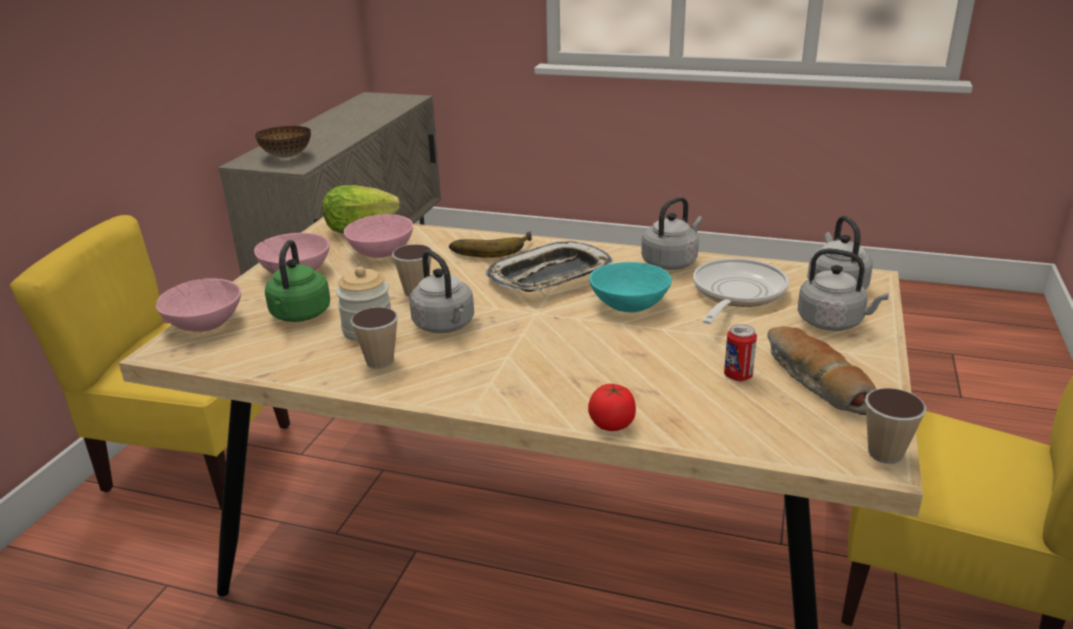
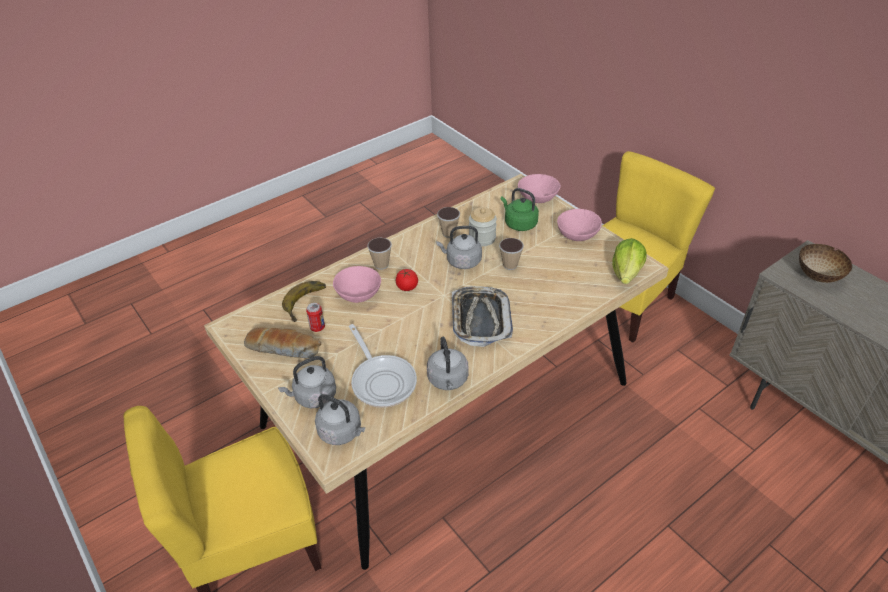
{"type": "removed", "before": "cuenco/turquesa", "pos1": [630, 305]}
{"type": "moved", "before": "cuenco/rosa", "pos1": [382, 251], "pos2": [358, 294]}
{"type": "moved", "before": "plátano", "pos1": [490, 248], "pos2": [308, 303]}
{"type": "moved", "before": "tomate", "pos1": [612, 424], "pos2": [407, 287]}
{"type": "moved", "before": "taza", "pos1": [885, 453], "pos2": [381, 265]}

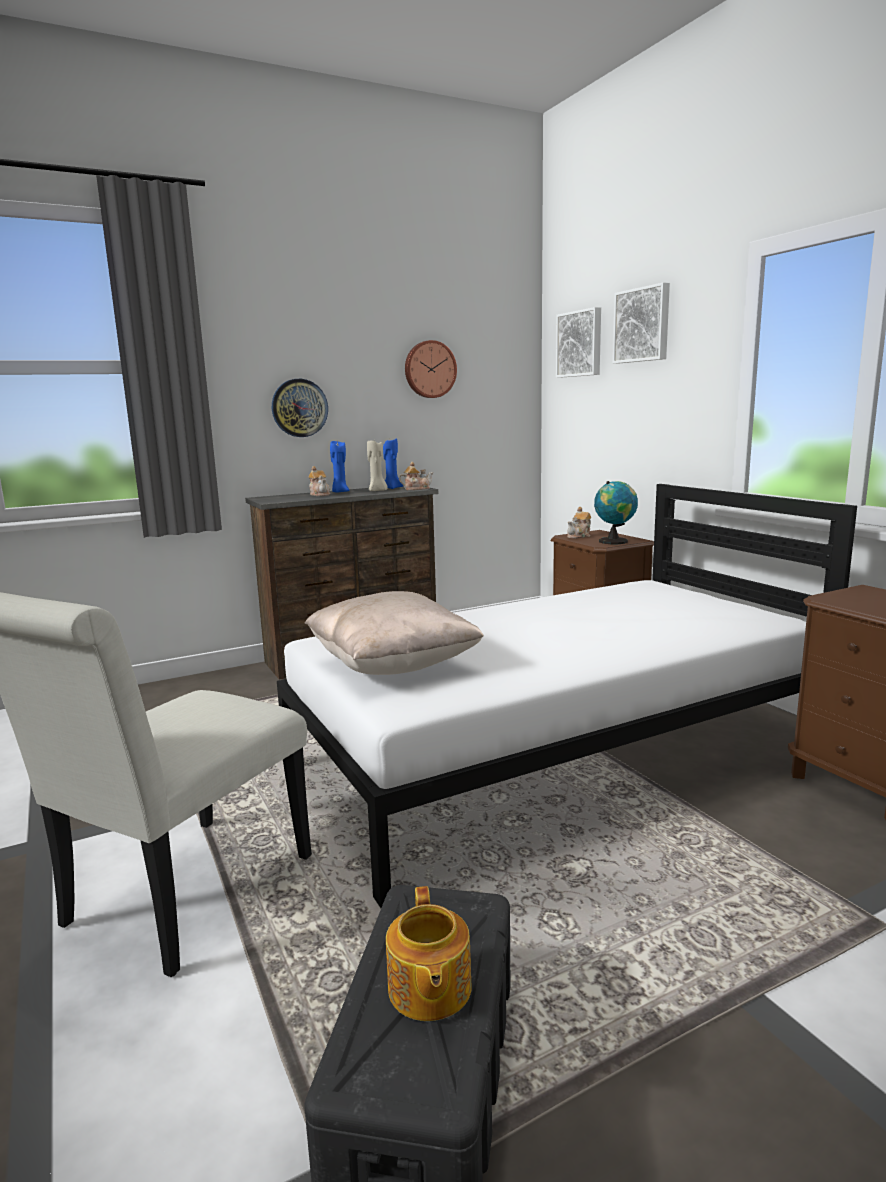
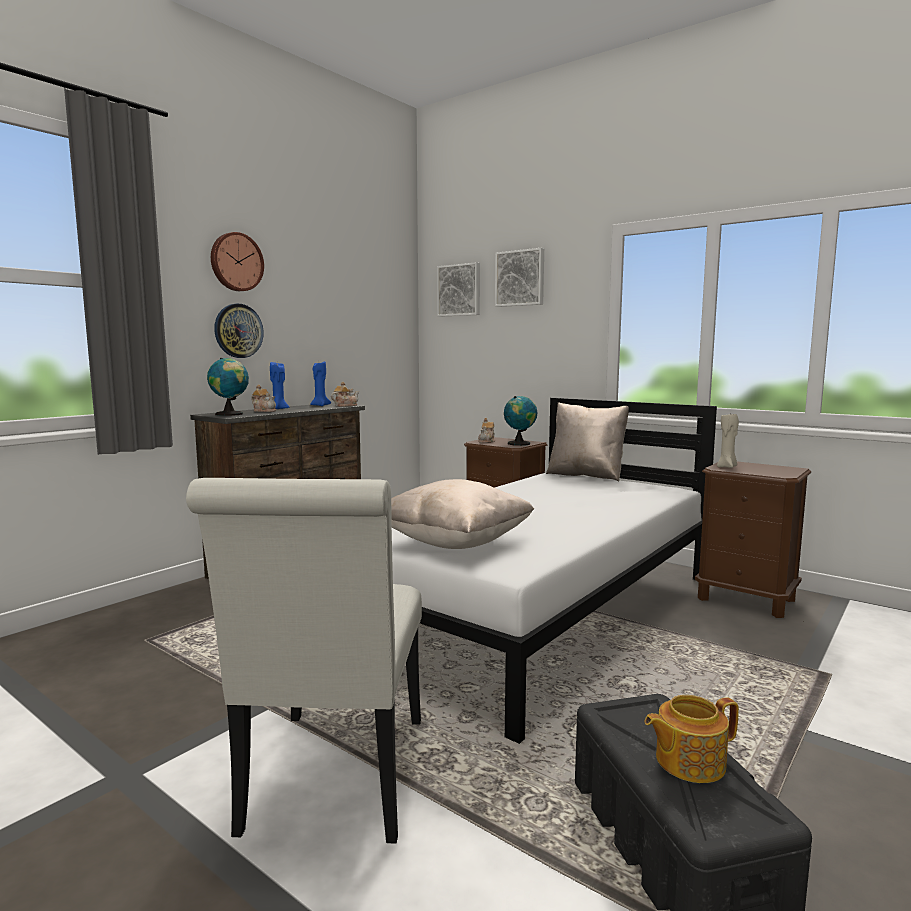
{"type": "added", "after": "globo terráqueo", "pos2": [230, 414]}
{"type": "added", "after": "cojín/beis", "pos2": [586, 475]}
{"type": "moved", "before": "vela/beis", "pos1": [377, 491], "pos2": [727, 467]}
{"type": "moved", "before": "reloj de pared", "pos1": [429, 369], "pos2": [236, 262]}
{"type": "turned", "before": "tetera", "pos1": [428, 989], "pos2": [688, 761], "turn": 105}

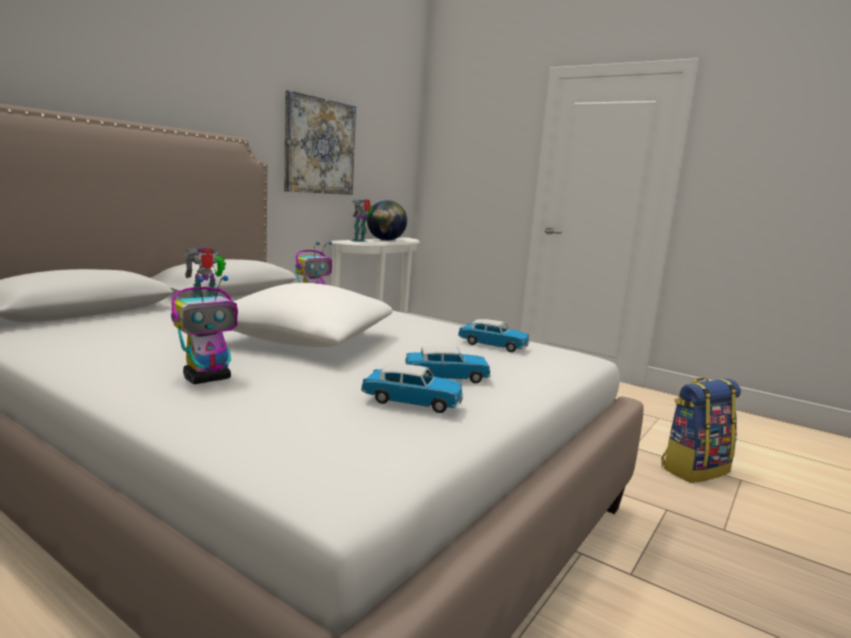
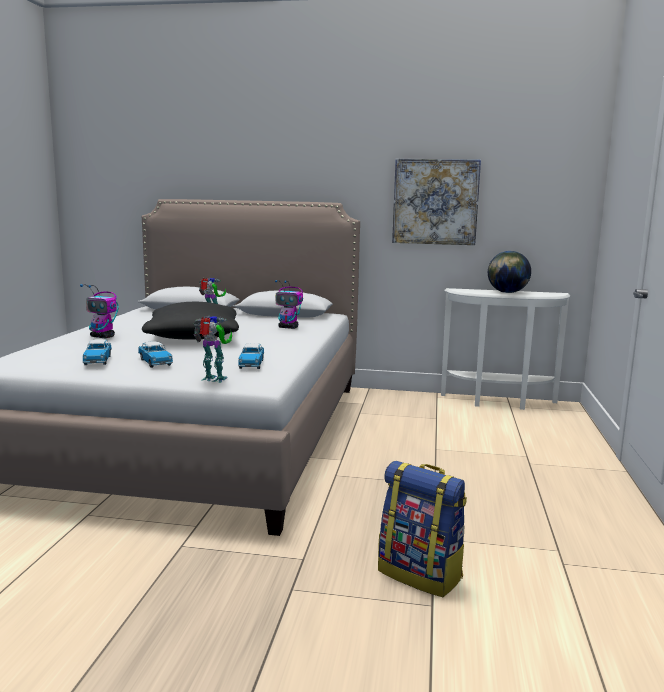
{"type": "moved", "before": "robot de juguete", "pos1": [360, 241], "pos2": [214, 380]}
{"type": "recoloured", "before": "cojín/blanco", "after": "cojín/negro", "pos1": [304, 340], "pos2": [193, 337]}

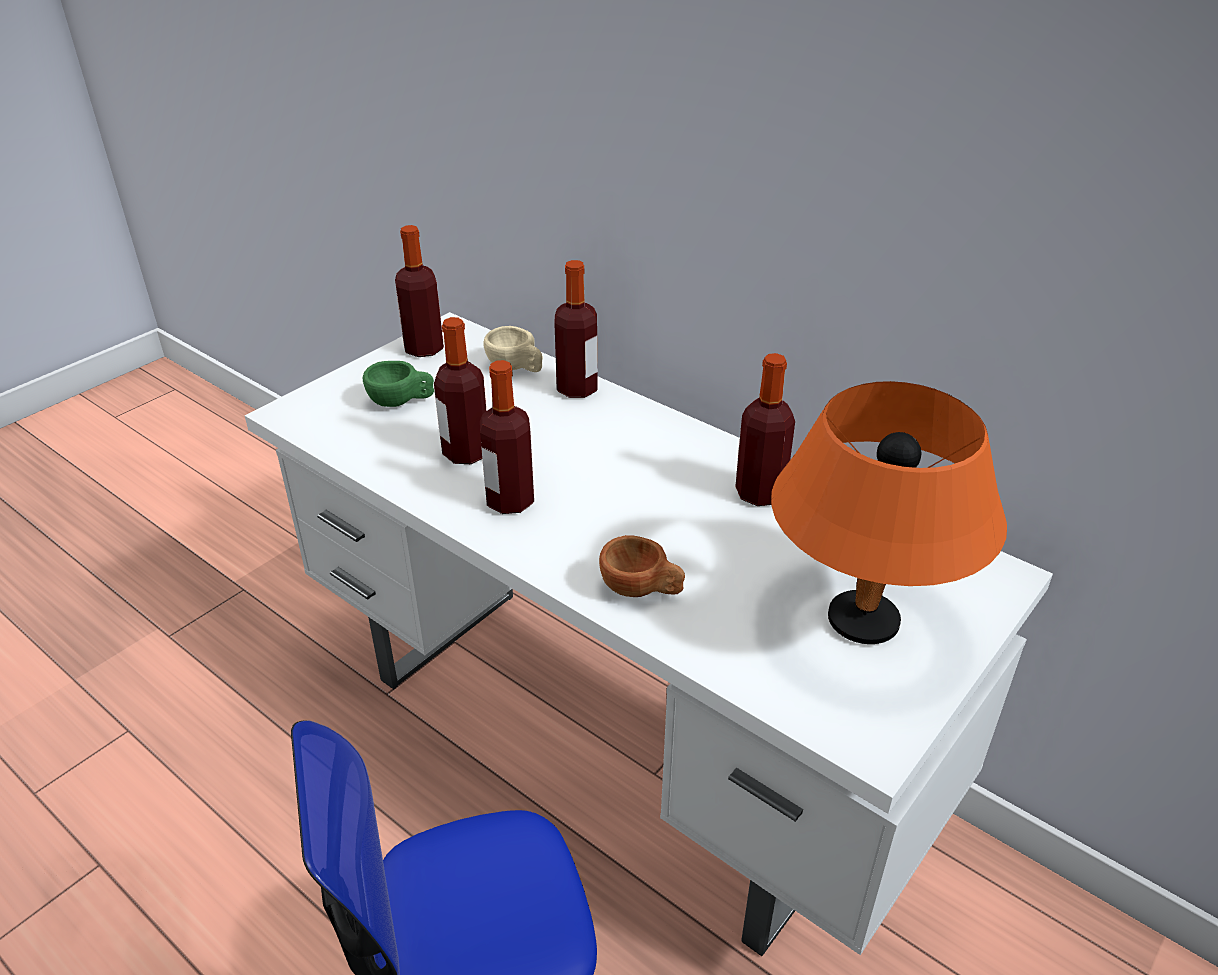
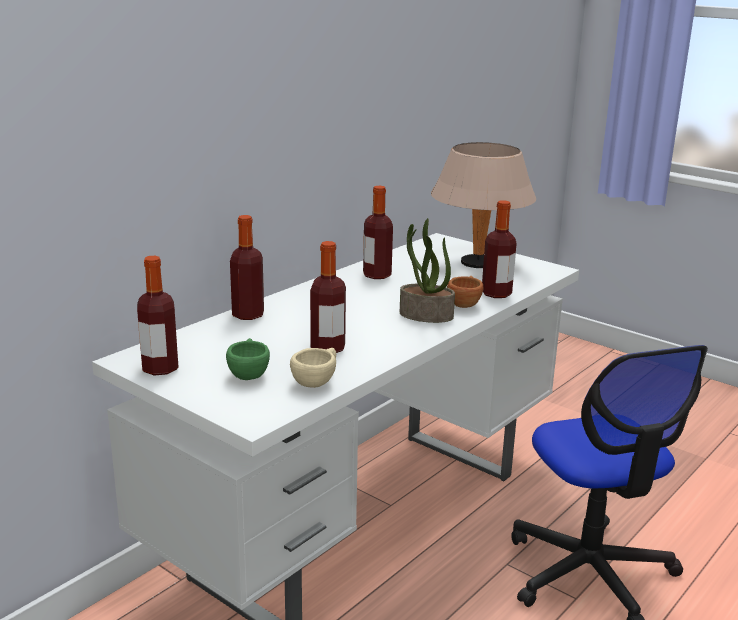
{"type": "added", "after": "planta en maceta", "pos2": [425, 315]}
{"type": "moved", "before": "botella", "pos1": [510, 501], "pos2": [496, 294]}
{"type": "moved", "before": "taza/beis", "pos1": [516, 368], "pos2": [317, 381]}
{"type": "recoloured", "before": "lámpara de mesa/naranja", "after": "lámpara de mesa/beis", "pos1": [864, 622], "pos2": [478, 264]}

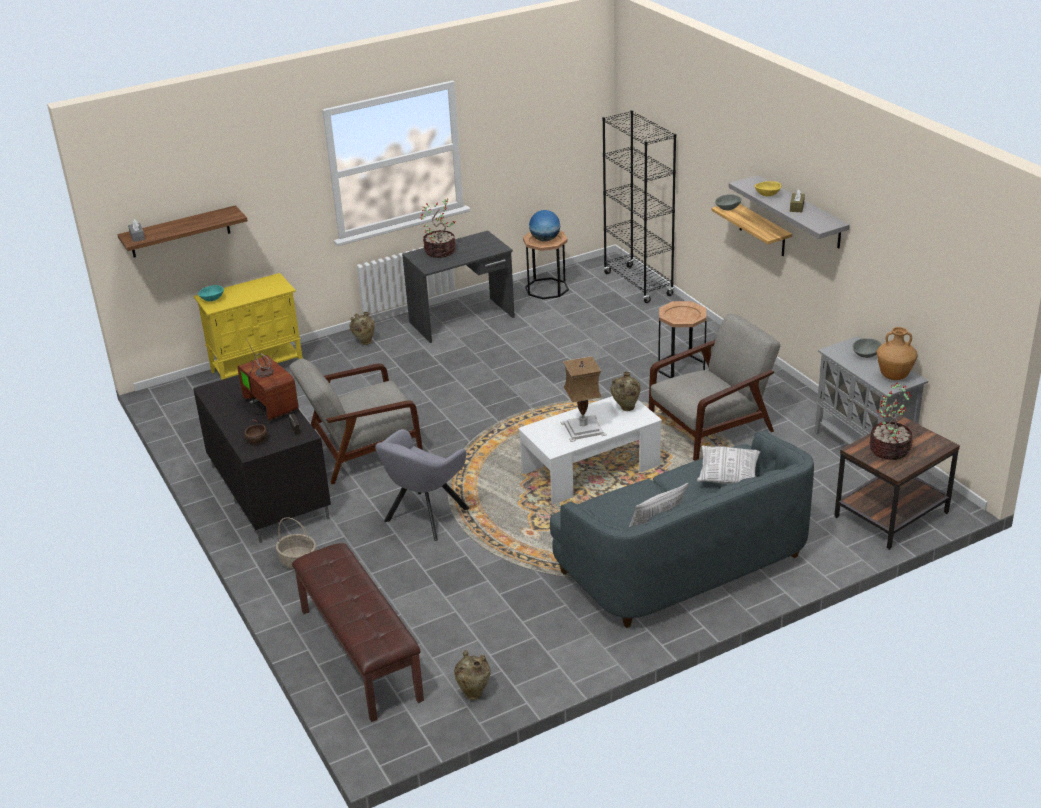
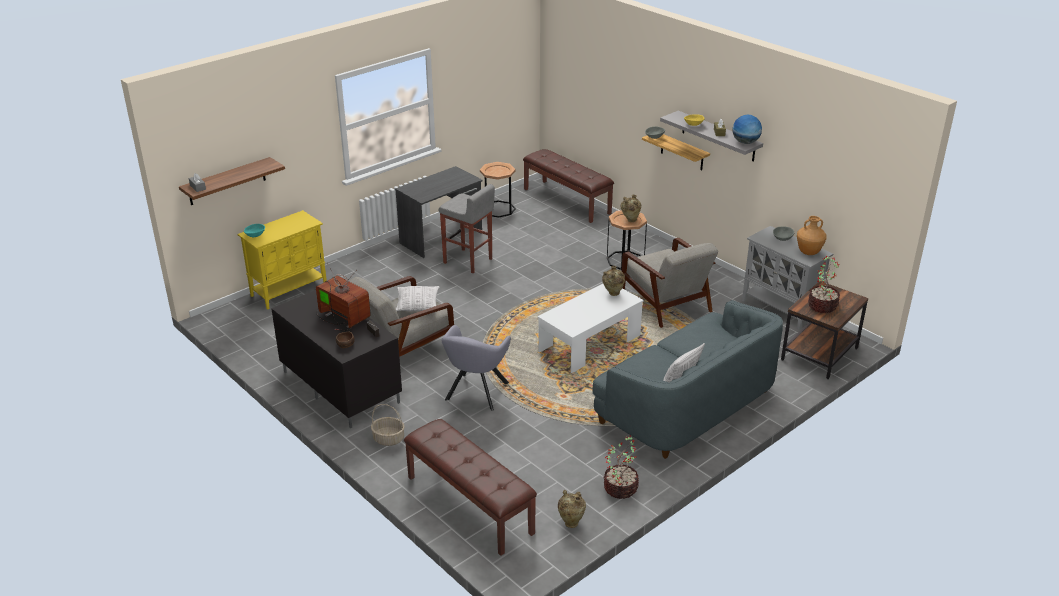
{"type": "removed", "before": "lámpara de mesa", "pos1": [584, 429]}
{"type": "added", "after": "taburete/gris", "pos2": [468, 261]}
{"type": "moved", "before": "florero/beis", "pos1": [364, 342], "pos2": [630, 220]}
{"type": "moved", "before": "planta en maceta", "pos1": [441, 251], "pos2": [621, 488]}
{"type": "moved", "before": "globo terráqueo", "pos1": [545, 240], "pos2": [745, 142]}
{"type": "moved", "before": "cojín", "pos1": [728, 474], "pos2": [417, 305]}
{"type": "replaced", "before": "estantería/negro", "after": "banco/marrón", "pos1": [638, 284], "pos2": [567, 201]}
{"type": "turned", "before": "sillón/gris", "pos1": [712, 427], "pos2": [666, 303], "turn": 105}

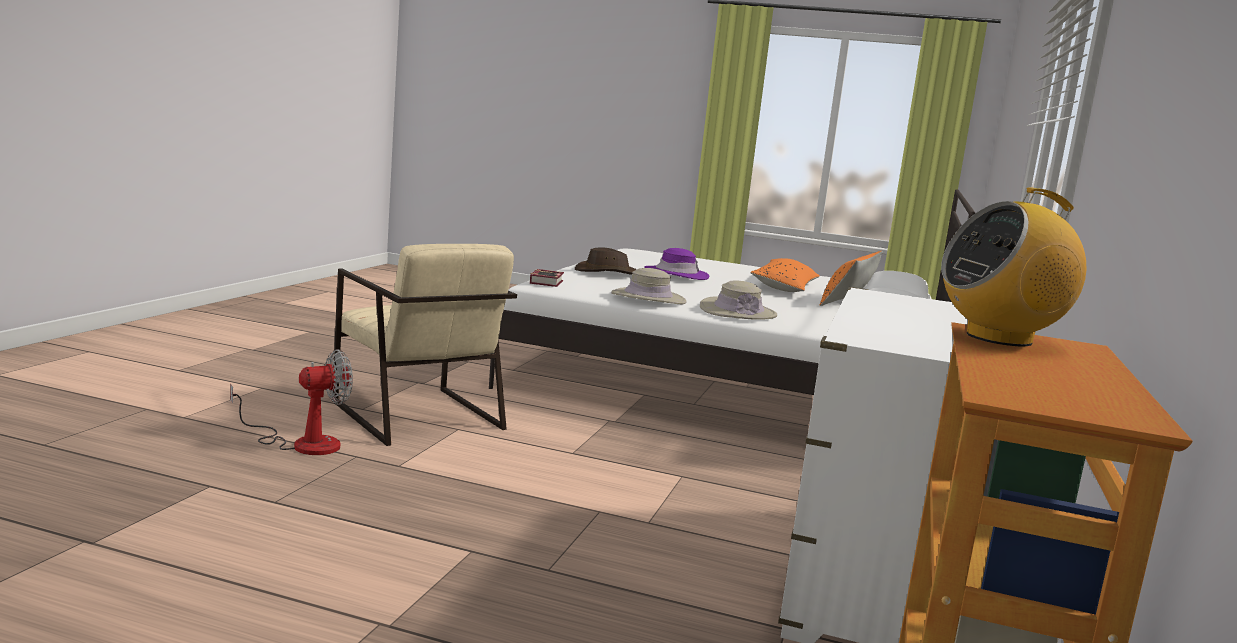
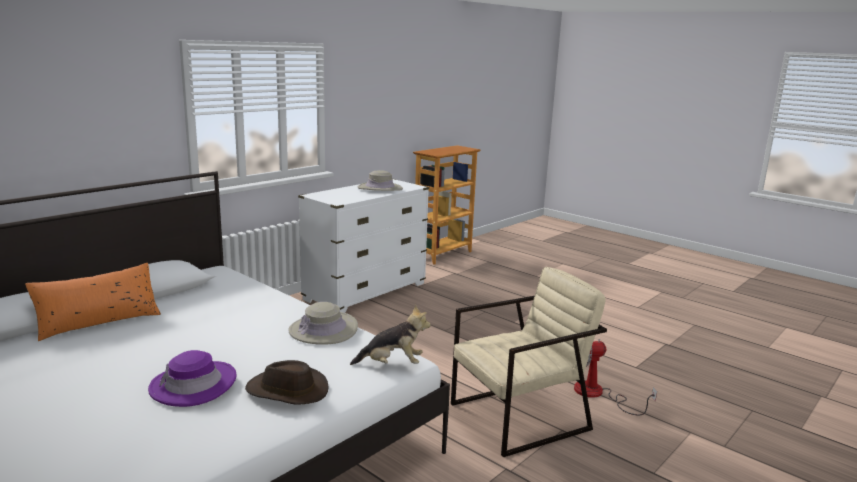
{"type": "removed", "before": "cojín/naranja", "pos1": [784, 287]}
{"type": "removed", "before": "radio", "pos1": [1000, 338]}
{"type": "moved", "before": "sombrero/beis", "pos1": [738, 311], "pos2": [380, 188]}
{"type": "replaced", "before": "libro", "after": "peluche", "pos1": [547, 282], "pos2": [392, 364]}
{"type": "turned", "before": "sillón/beis", "pos1": [417, 415], "pos2": [520, 416], "turn": 75}

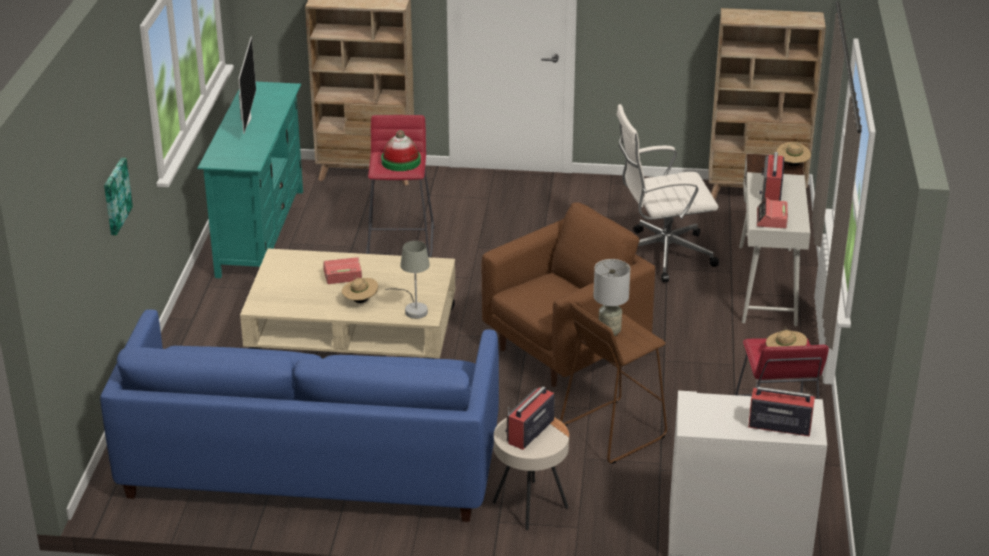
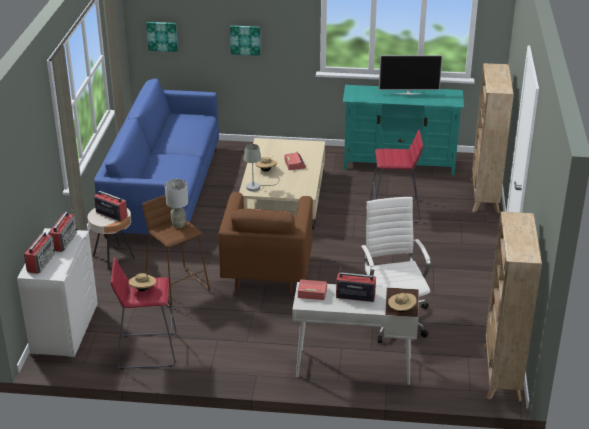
{"type": "removed", "before": "sombrero", "pos1": [401, 161]}
{"type": "added", "after": "radio", "pos2": [64, 241]}
{"type": "added", "after": "cuadro", "pos2": [162, 36]}
{"type": "turned", "before": "sillón/marrón", "pos1": [564, 350], "pos2": [267, 272], "turn": 45}

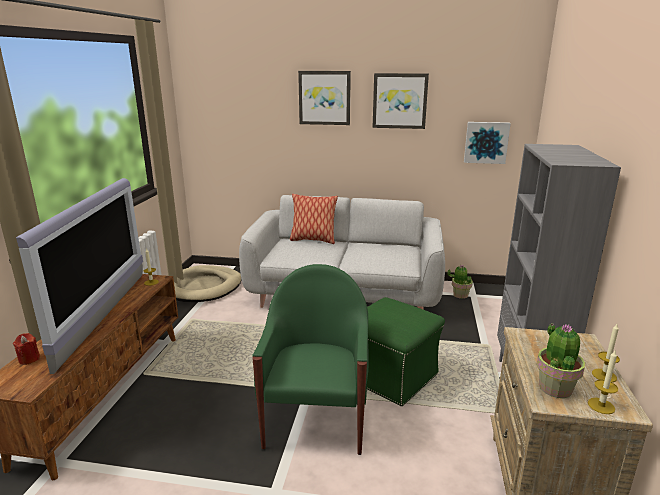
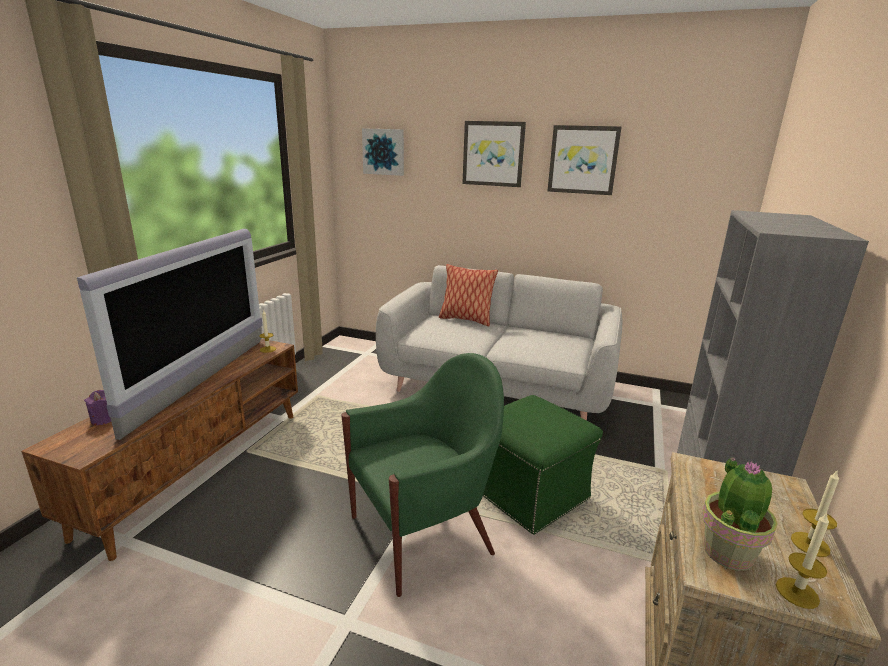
{"type": "removed", "before": "cama para perro/beis", "pos1": [203, 287]}
{"type": "removed", "before": "planta en maceta", "pos1": [460, 295]}
{"type": "moved", "before": "cuadro", "pos1": [486, 142], "pos2": [384, 152]}
{"type": "recoloured", "before": "vela/rojo", "after": "vela/morado", "pos1": [29, 359], "pos2": [103, 420]}
{"type": "turned", "before": "sillón/verde", "pos1": [316, 419], "pos2": [424, 534], "turn": 45}

